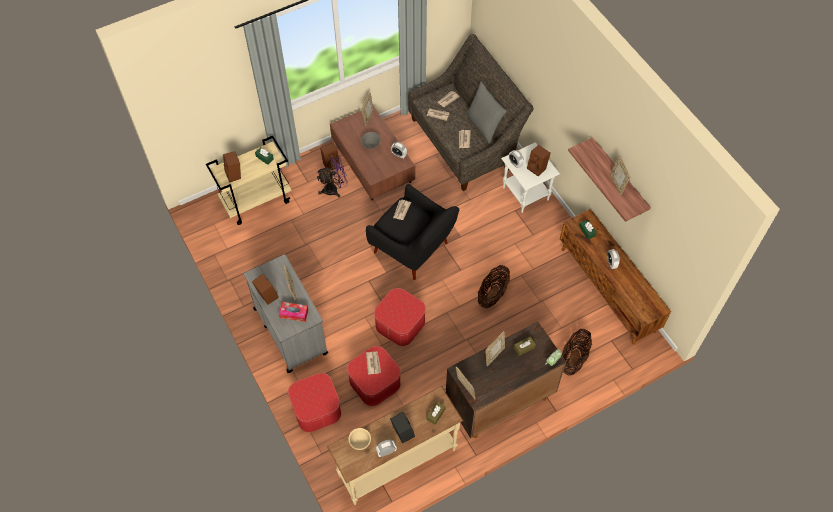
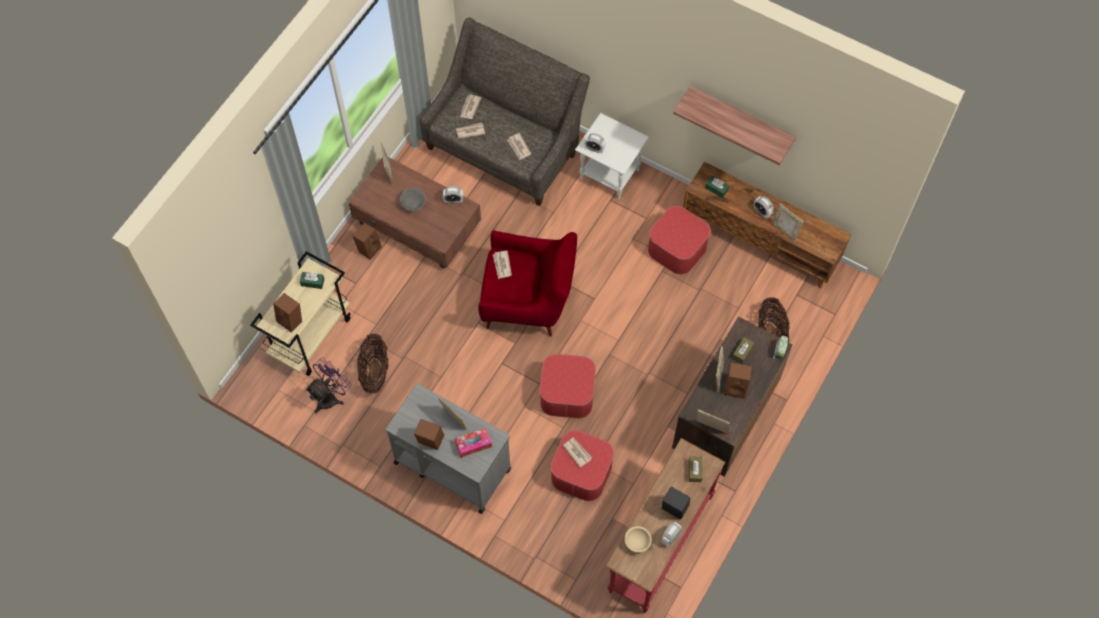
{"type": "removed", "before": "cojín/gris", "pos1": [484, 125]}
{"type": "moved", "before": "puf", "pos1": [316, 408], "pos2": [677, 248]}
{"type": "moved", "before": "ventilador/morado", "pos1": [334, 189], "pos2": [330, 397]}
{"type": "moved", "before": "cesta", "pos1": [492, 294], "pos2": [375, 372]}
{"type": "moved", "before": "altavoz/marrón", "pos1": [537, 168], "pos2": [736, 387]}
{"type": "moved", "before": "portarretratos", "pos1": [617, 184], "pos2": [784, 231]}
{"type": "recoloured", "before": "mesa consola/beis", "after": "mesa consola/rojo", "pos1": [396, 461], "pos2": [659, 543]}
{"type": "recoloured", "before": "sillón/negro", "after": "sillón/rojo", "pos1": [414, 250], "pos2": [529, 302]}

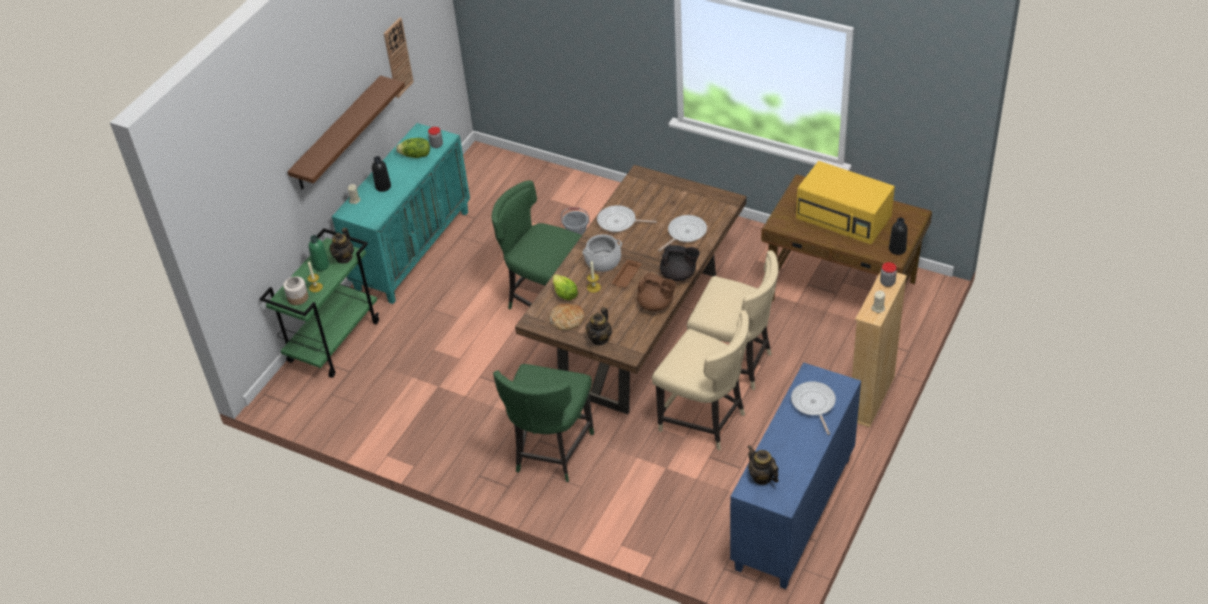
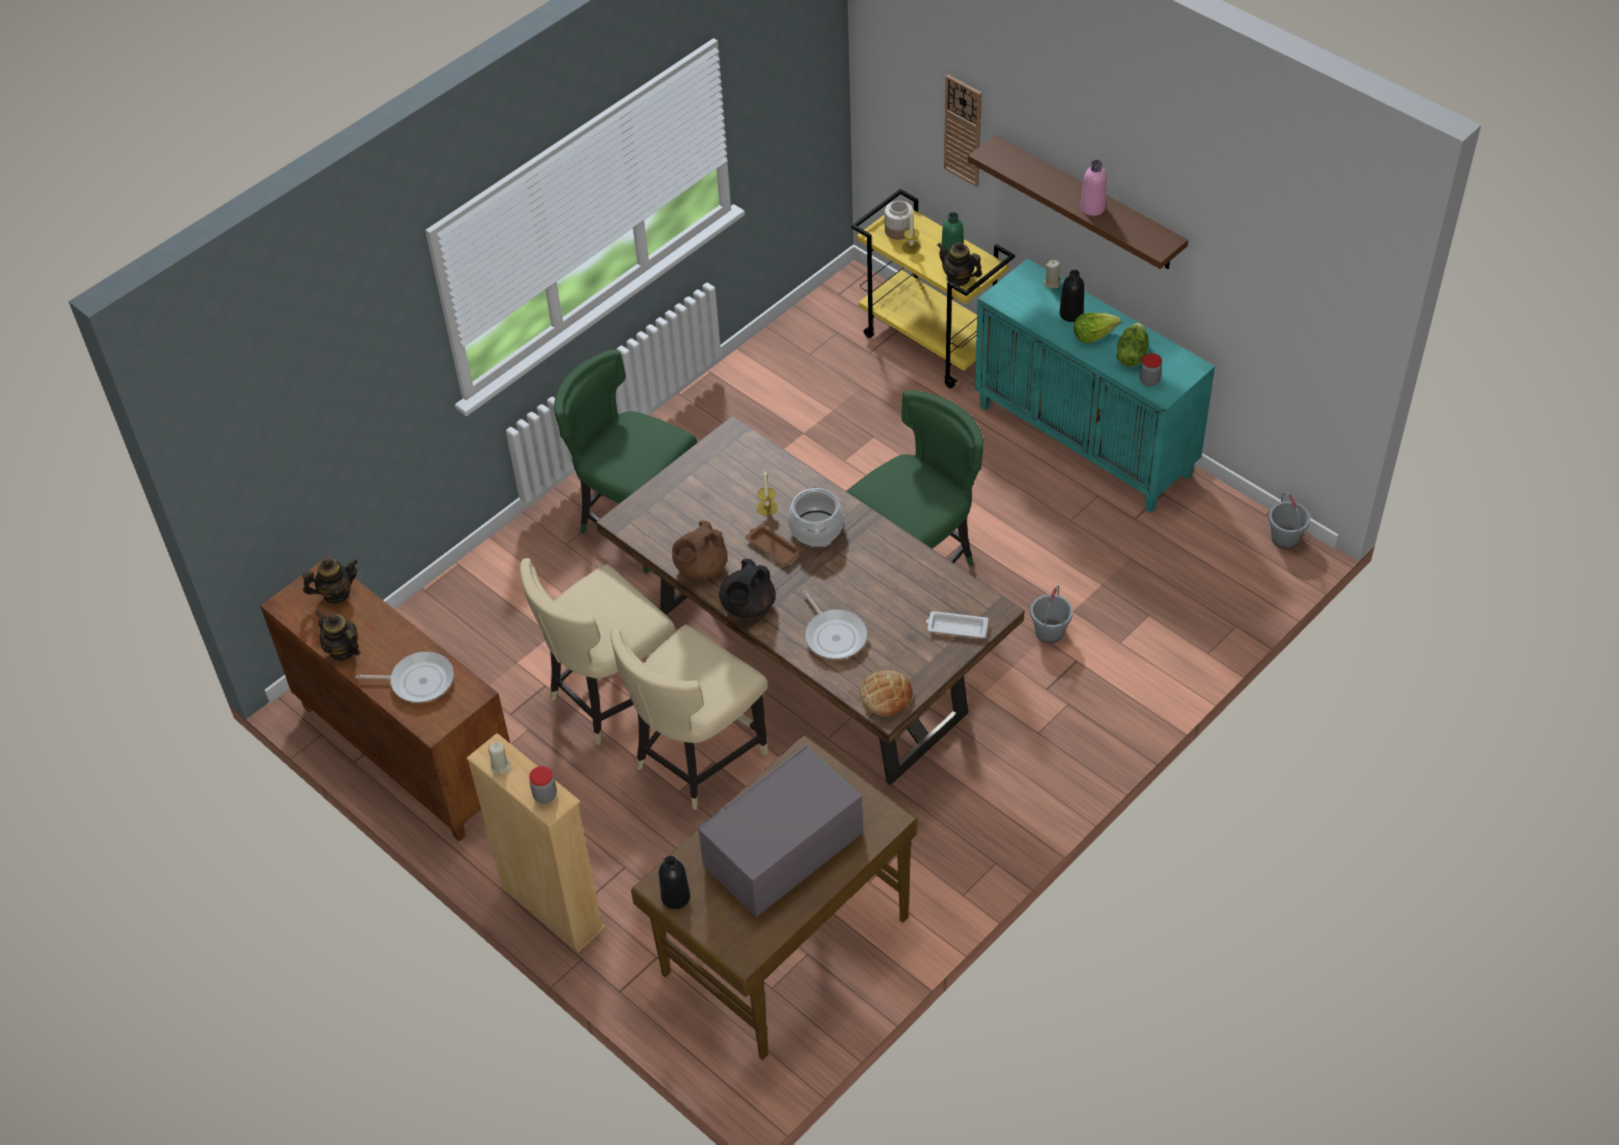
{"type": "removed", "before": "sartén", "pos1": [619, 222]}
{"type": "added", "after": "bandeja/blanco", "pos2": [956, 627]}
{"type": "added", "after": "botella/rosa", "pos2": [1092, 208]}
{"type": "added", "after": "cubo/gris", "pos2": [1284, 539]}
{"type": "moved", "before": "reloj de pared", "pos1": [397, 58], "pos2": [963, 130]}
{"type": "moved", "before": "pan", "pos1": [567, 319], "pos2": [886, 696]}
{"type": "moved", "before": "lechuga", "pos1": [564, 293], "pos2": [1093, 334]}
{"type": "moved", "before": "tetera", "pos1": [600, 338], "pos2": [342, 650]}
{"type": "recoloured", "before": "carrito/verde", "after": "carrito/amarillo", "pos1": [334, 341], "pos2": [932, 343]}
{"type": "recoloured", "before": "armario/azul", "after": "armario/marrón", "pos1": [794, 514], "pos2": [405, 750]}
{"type": "recoloured", "before": "microondas/amarillo", "after": "microondas/gris", "pos1": [844, 217], "pos2": [781, 851]}

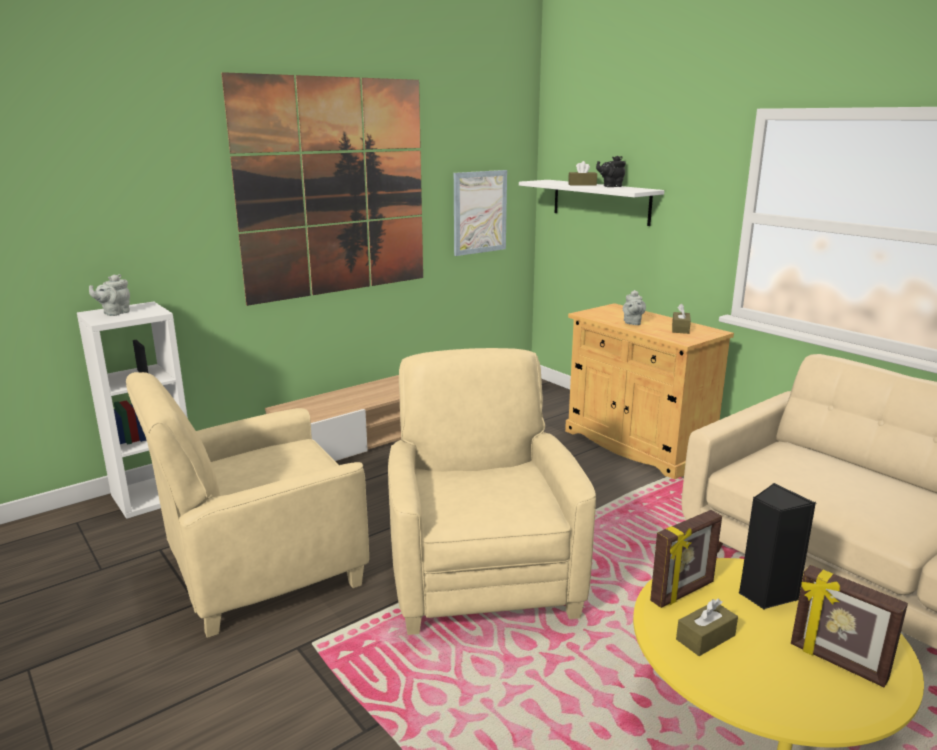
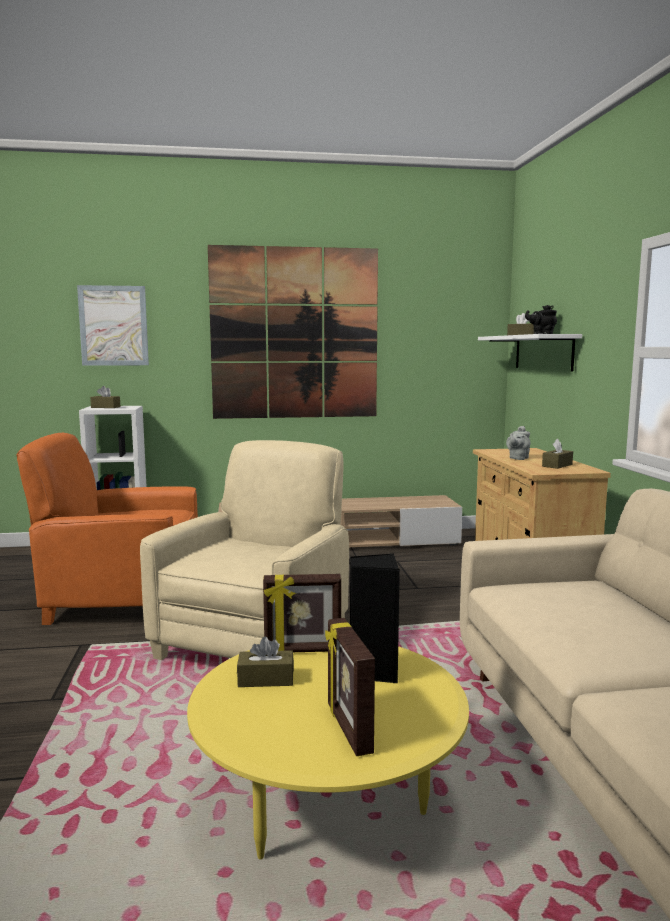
{"type": "moved", "before": "cuadro", "pos1": [479, 212], "pos2": [113, 326]}
{"type": "replaced", "before": "tetera/gris", "after": "caja de pañuelos/marrón", "pos1": [114, 313], "pos2": [105, 407]}
{"type": "recoloured", "before": "sillón/beis", "after": "sillón/naranja", "pos1": [261, 568], "pos2": [122, 599]}

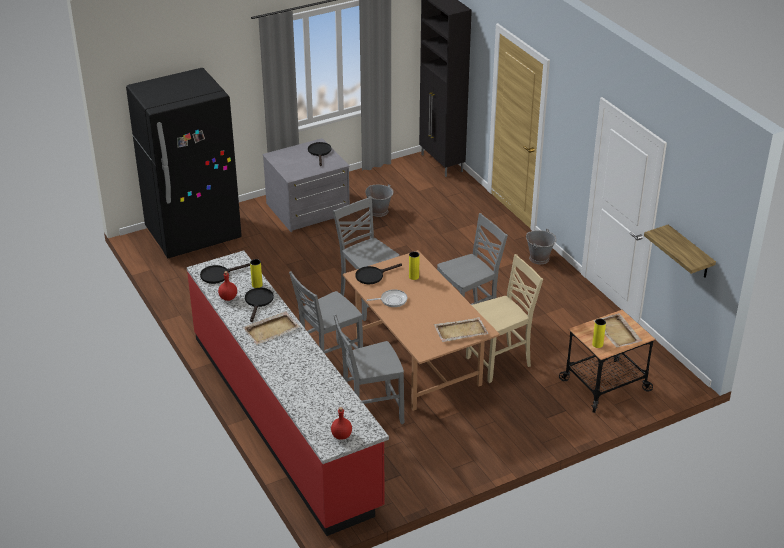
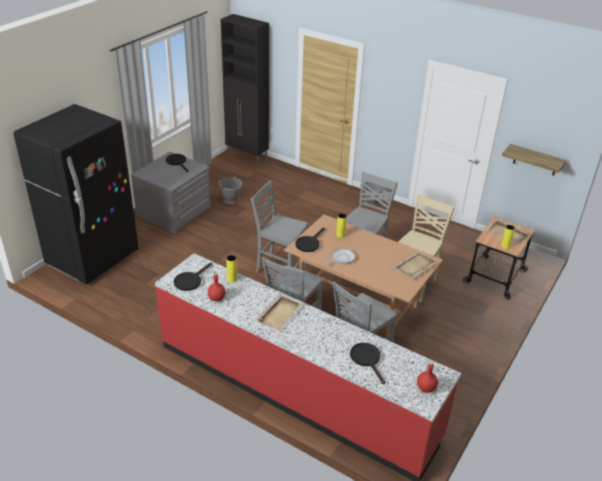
{"type": "moved", "before": "sartén/negro", "pos1": [258, 302], "pos2": [367, 359]}

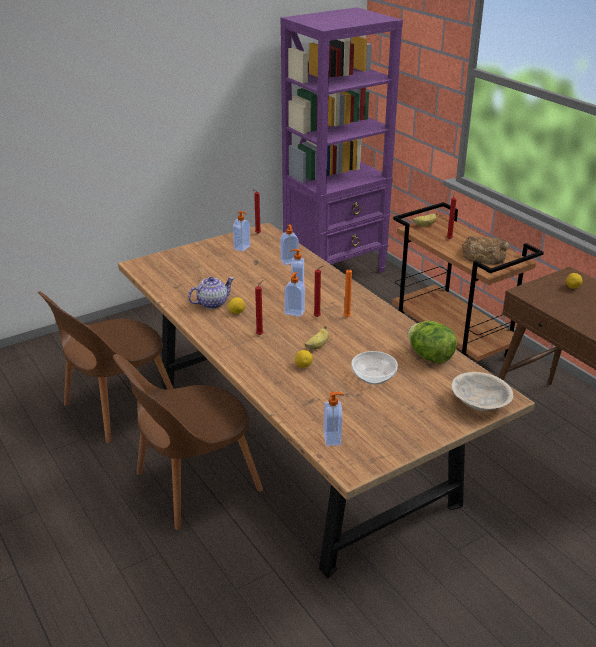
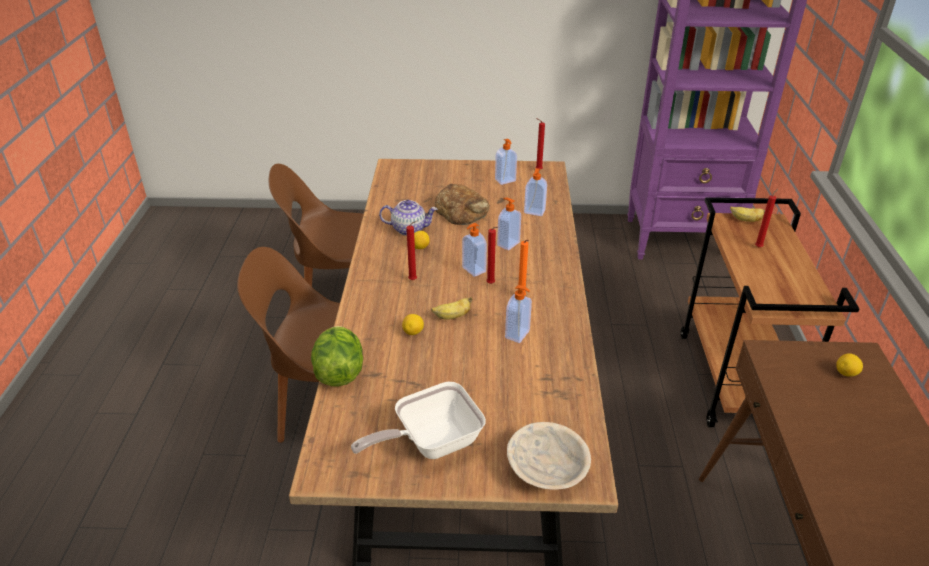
{"type": "removed", "before": "cuenco", "pos1": [374, 377]}
{"type": "added", "after": "sartén", "pos2": [430, 443]}
{"type": "moved", "before": "dispensador de jabón", "pos1": [333, 439], "pos2": [518, 334]}
{"type": "moved", "before": "lechuga", "pos1": [430, 357], "pos2": [339, 373]}
{"type": "moved", "before": "pan", "pos1": [484, 255], "pos2": [462, 210]}

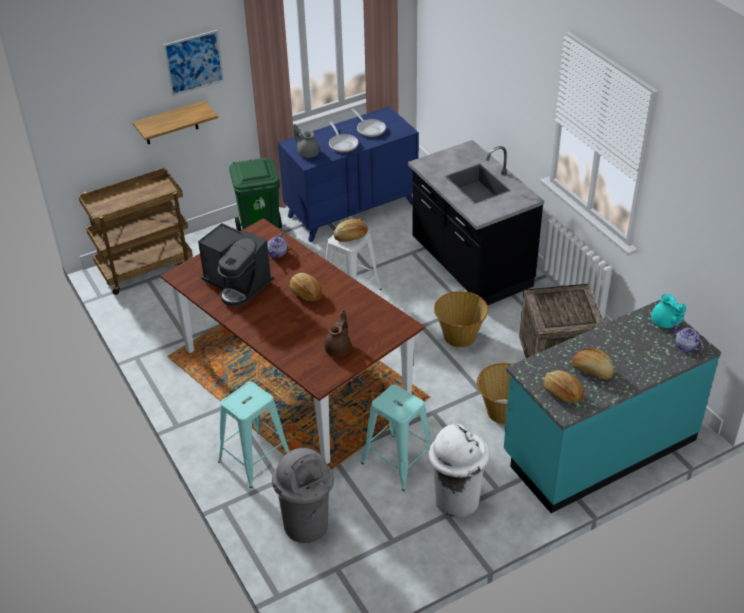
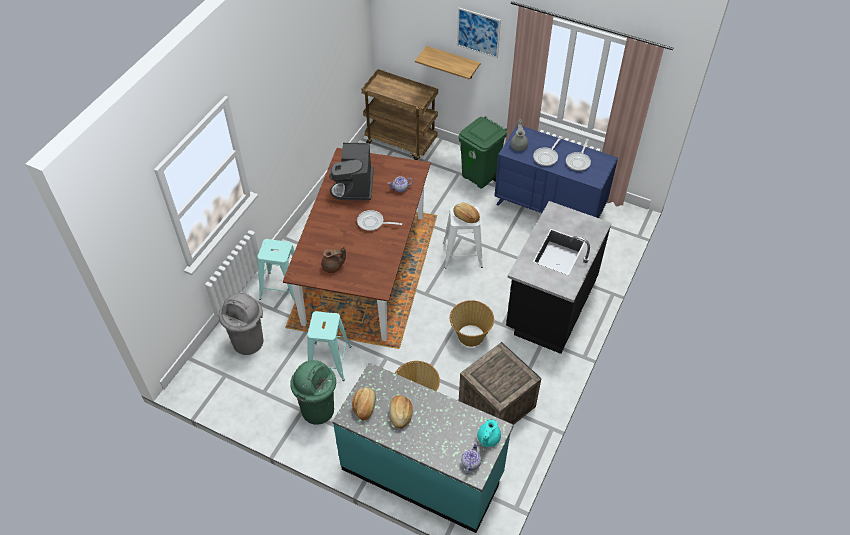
{"type": "replaced", "before": "pan", "after": "sartén", "pos1": [306, 293], "pos2": [373, 223]}
{"type": "recoloured", "before": "papelera/blanco", "after": "papelera/verde", "pos1": [456, 500], "pos2": [318, 409]}

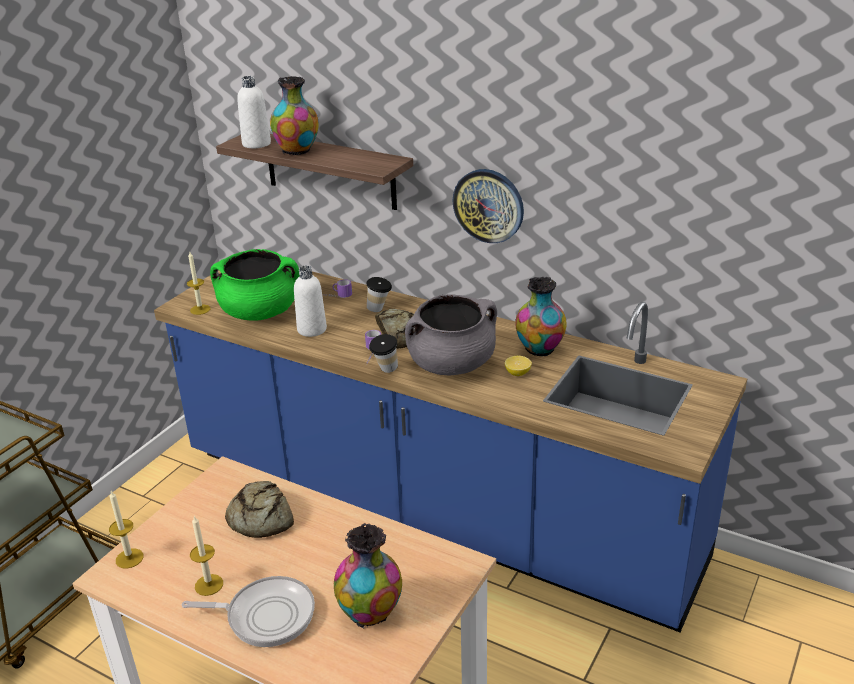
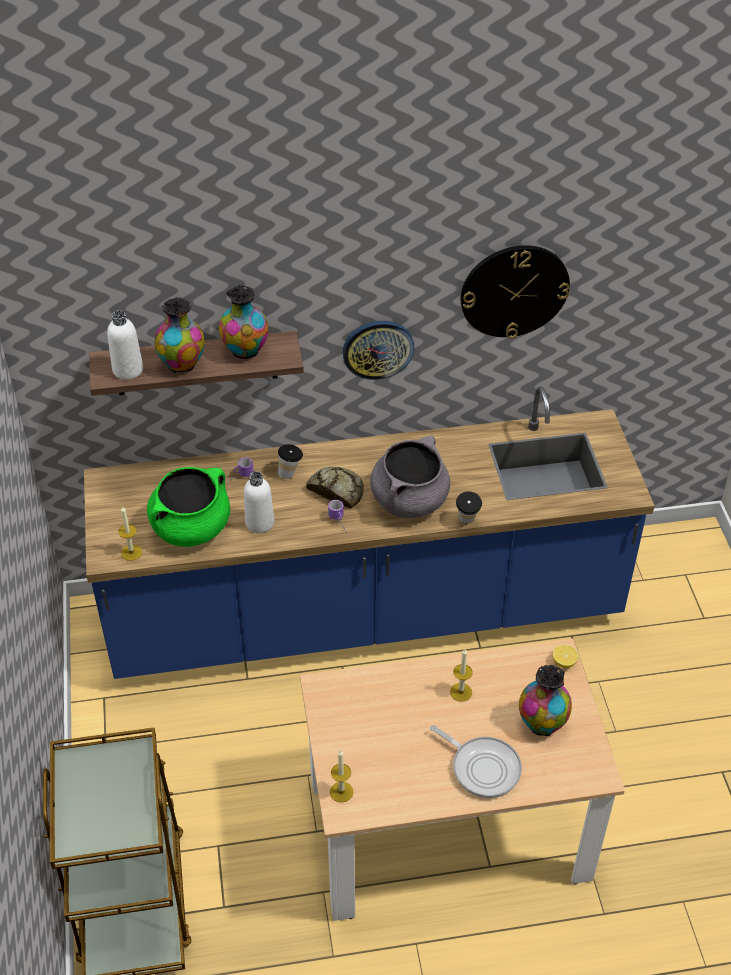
{"type": "removed", "before": "pan", "pos1": [260, 518]}
{"type": "added", "after": "reloj de pared", "pos2": [514, 291]}
{"type": "moved", "before": "vela", "pos1": [209, 585], "pos2": [461, 692]}
{"type": "moved", "before": "taza", "pos1": [385, 371], "pos2": [467, 522]}
{"type": "moved", "before": "limón", "pos1": [517, 373], "pos2": [564, 662]}
{"type": "moved", "before": "florero", "pos1": [539, 350], "pos2": [245, 351]}
{"type": "turned", "before": "sartén", "pos1": [265, 615], "pos2": [482, 767], "turn": 75}

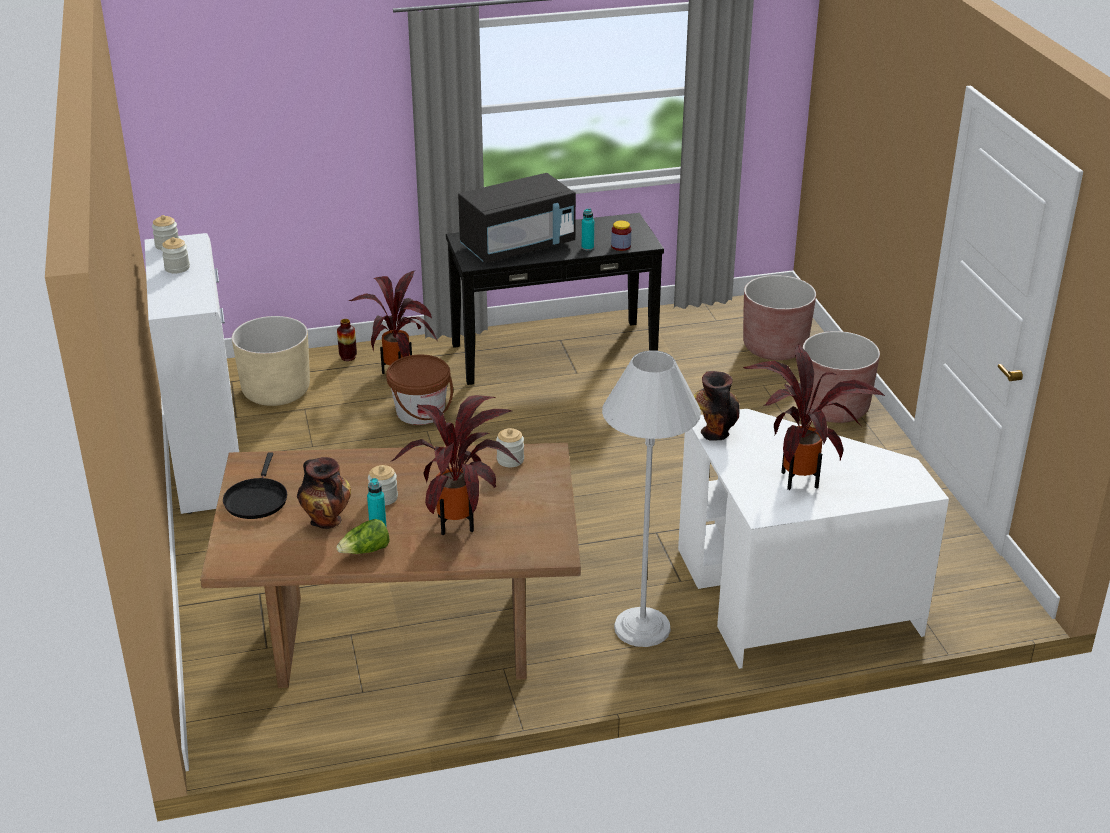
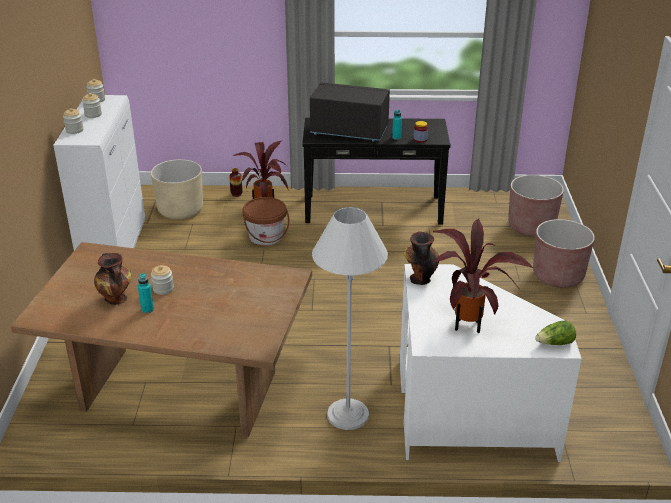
{"type": "removed", "before": "sartén/negro", "pos1": [256, 499]}
{"type": "removed", "before": "planta en maceta", "pos1": [460, 525]}
{"type": "moved", "before": "lechuga", "pos1": [365, 551], "pos2": [555, 343]}
{"type": "moved", "before": "tarro", "pos1": [510, 460], "pos2": [74, 130]}
{"type": "turned", "before": "microondas/negro", "pos1": [518, 246], "pos2": [349, 131], "turn": -150}

